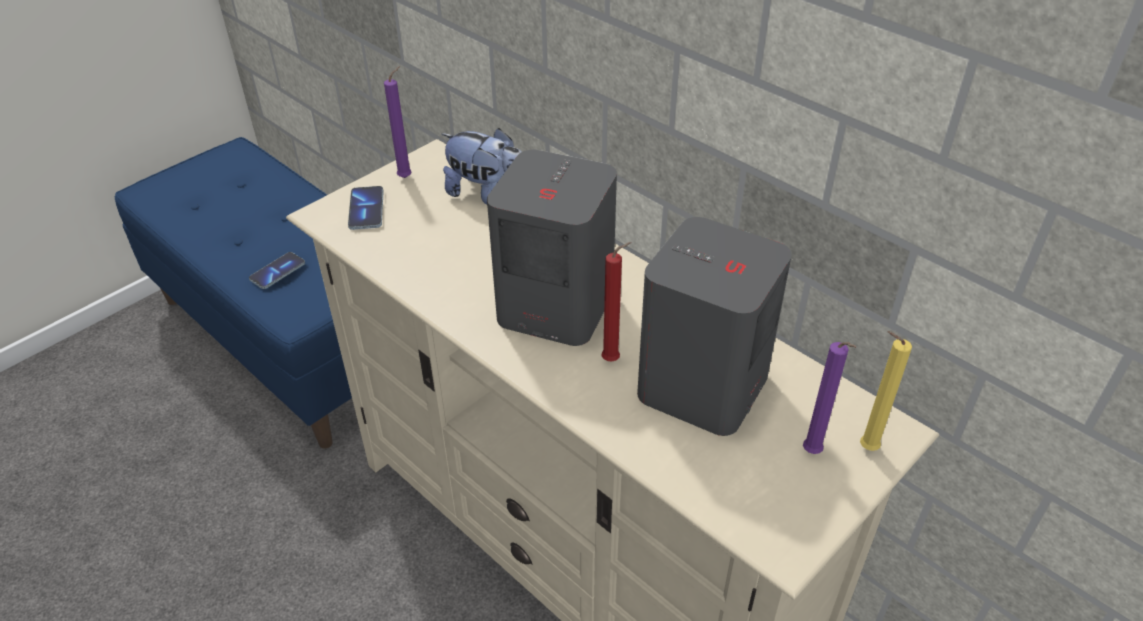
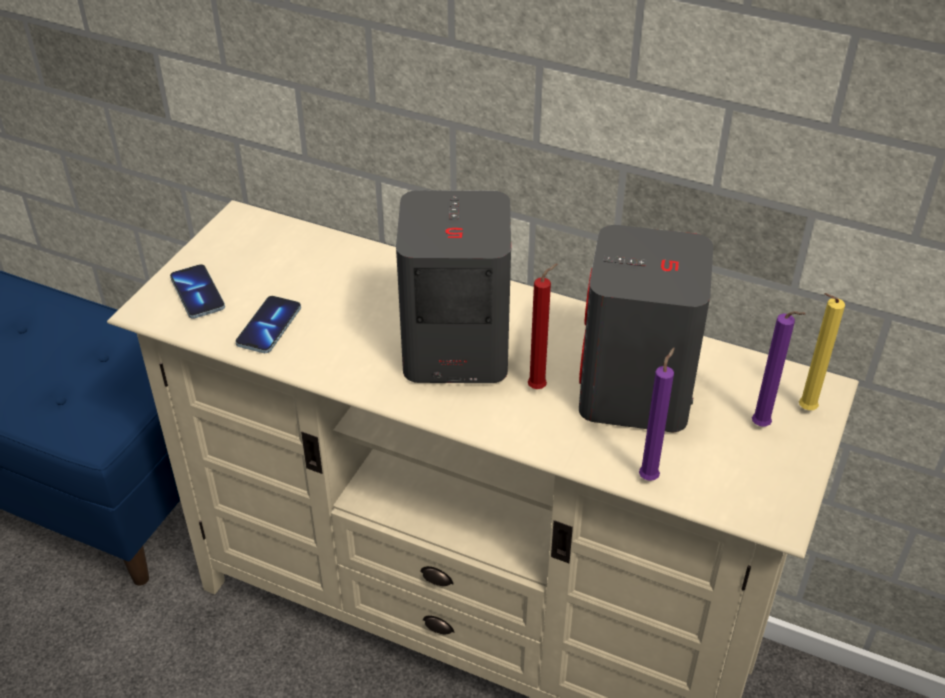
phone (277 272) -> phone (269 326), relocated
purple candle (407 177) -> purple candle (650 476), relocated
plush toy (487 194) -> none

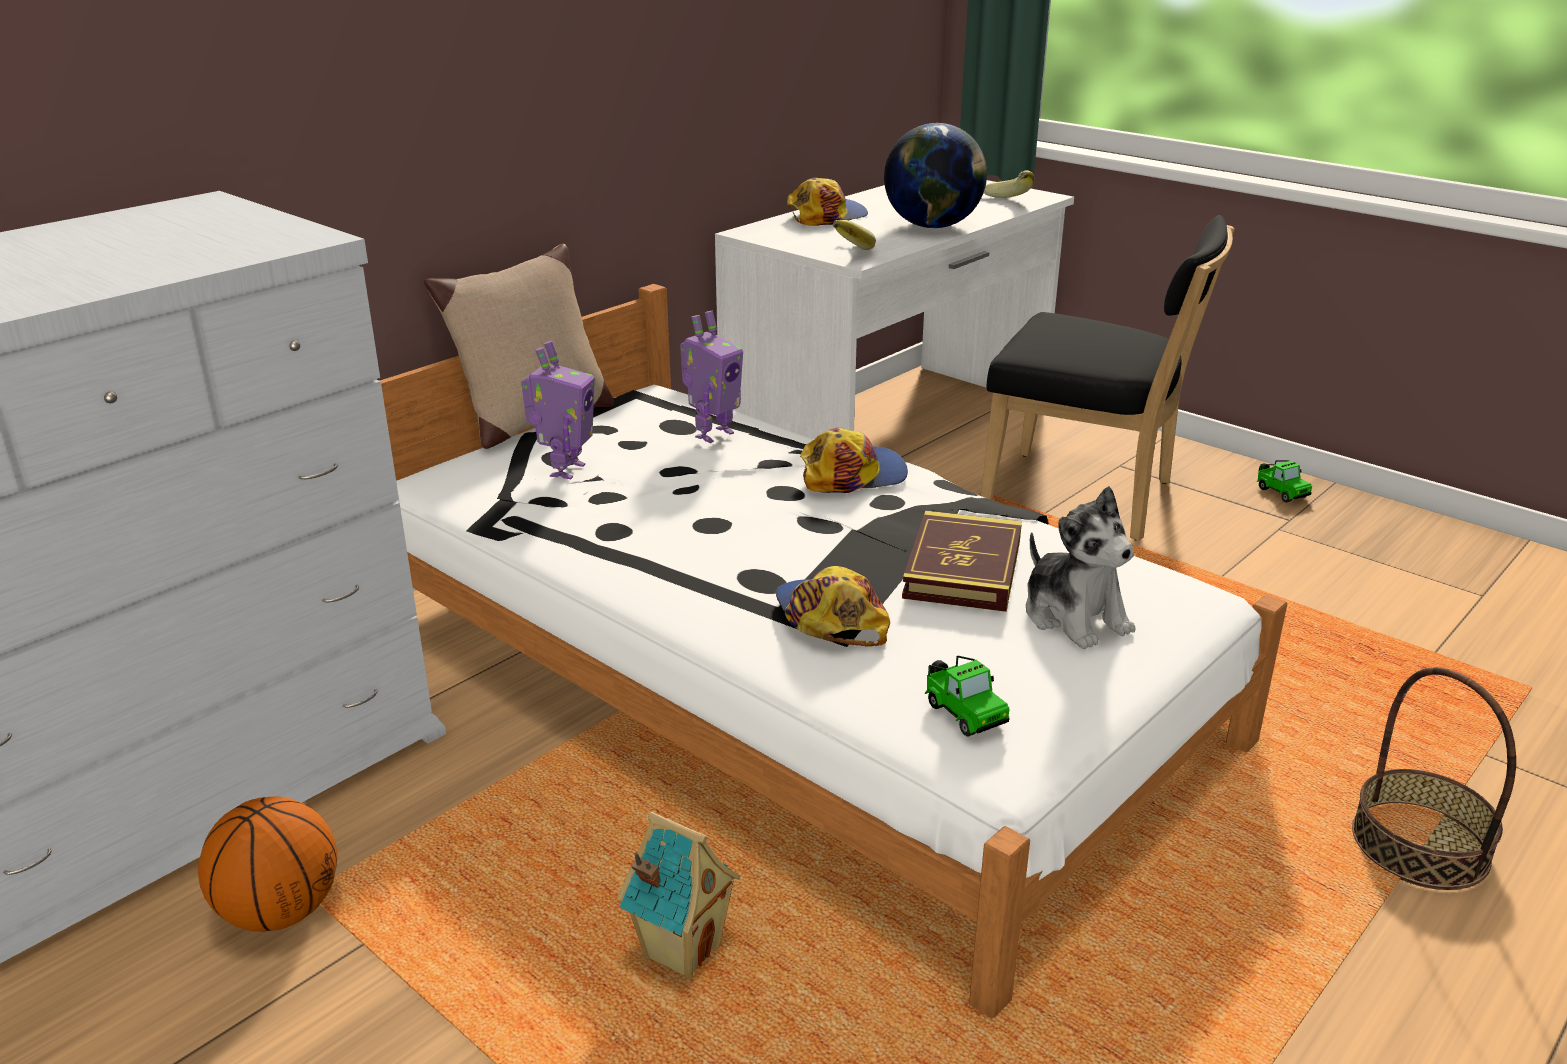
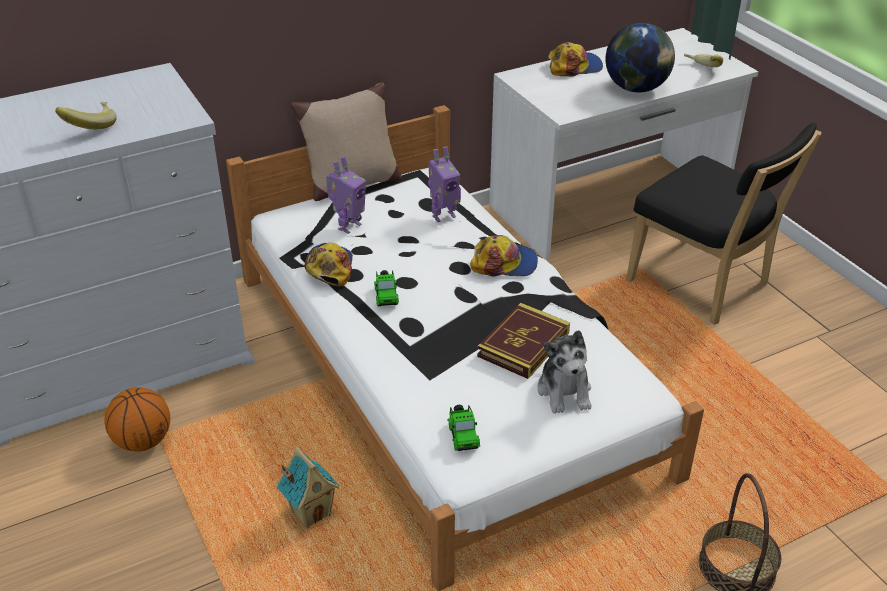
banana (846 252) -> banana (90 126), relocated
cap (830 618) -> cap (330 267), relocated
toy car (1280 492) -> toy car (386 296), relocated

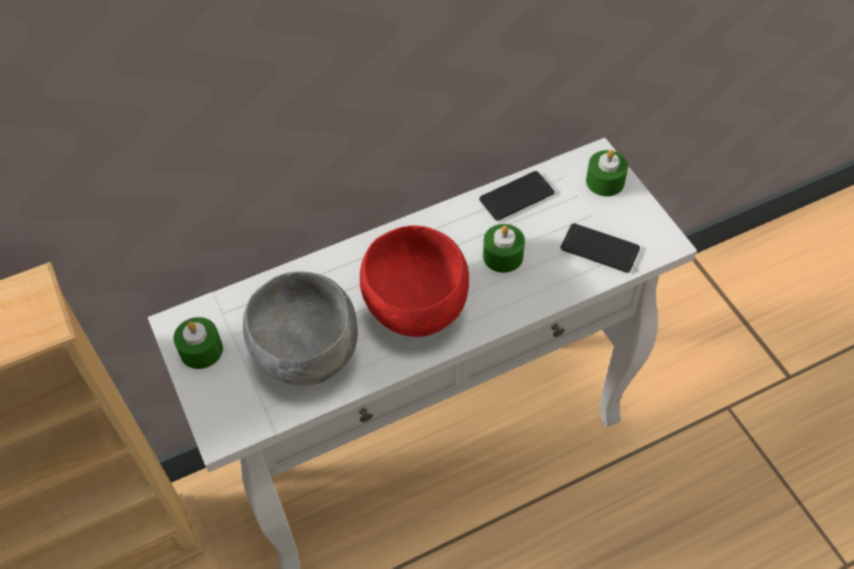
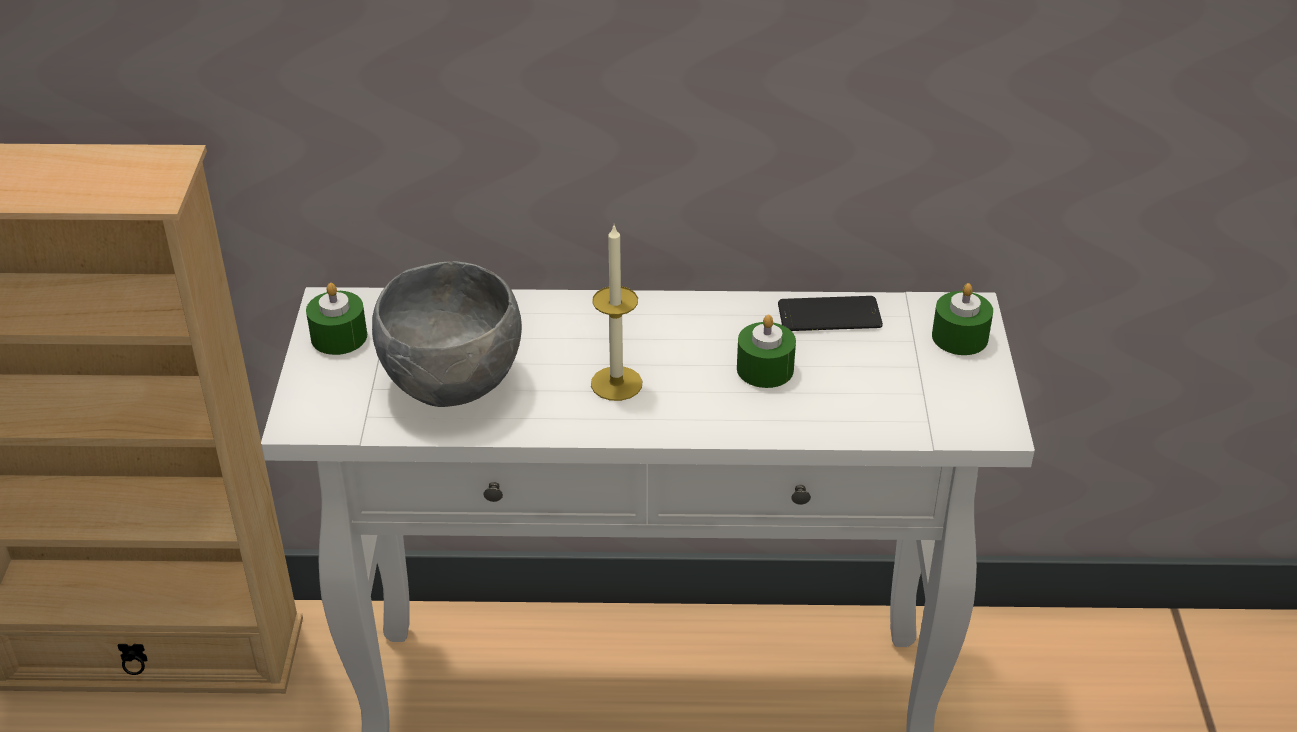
red bowl (416 308) -> candle (616 383)
phone (599 248) -> none

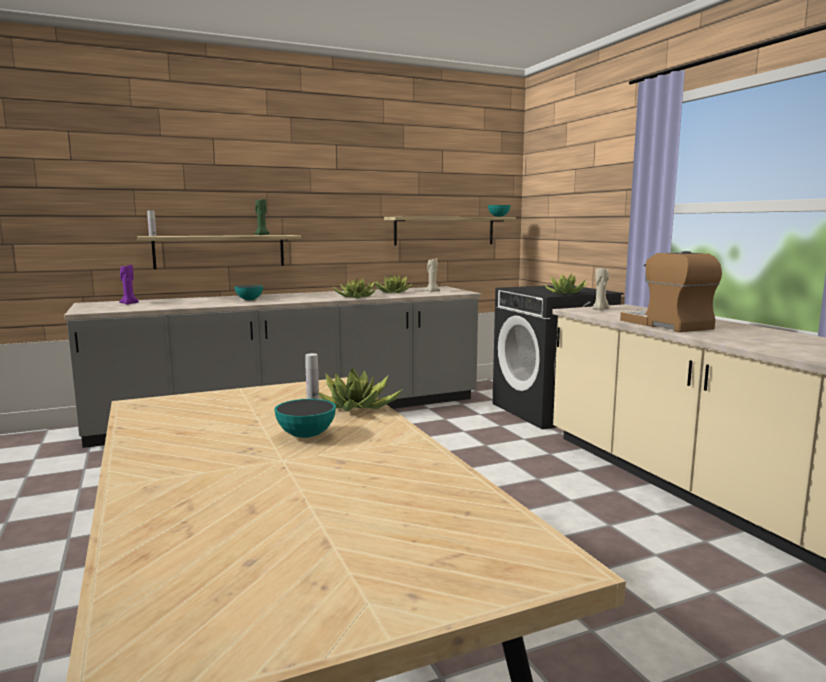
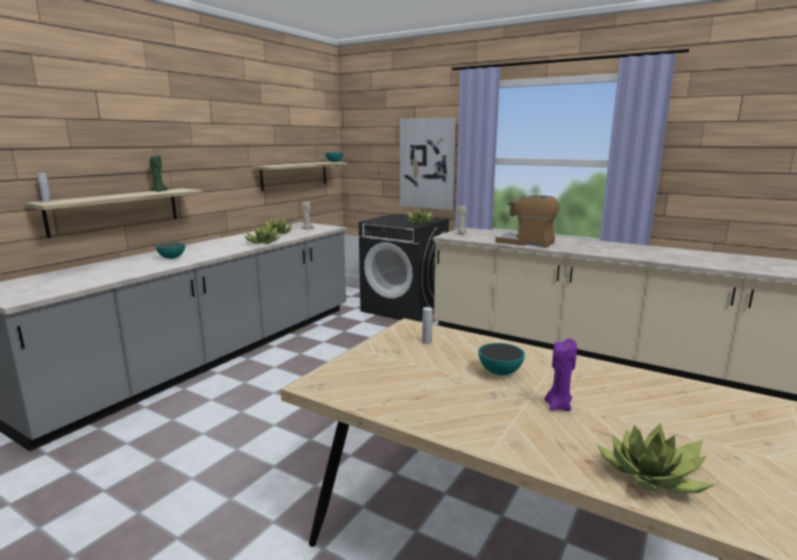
none -> picture (427 163)
purple candle (129 303) -> purple candle (558 406), relocated
potted plant (358 408) -> potted plant (653 476), relocated

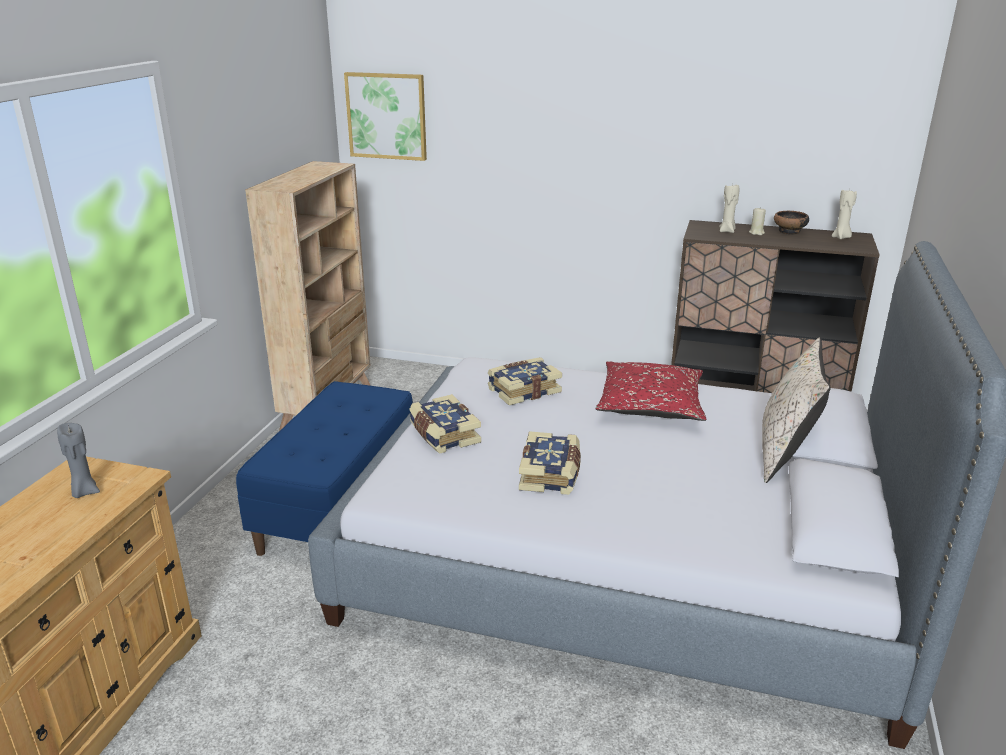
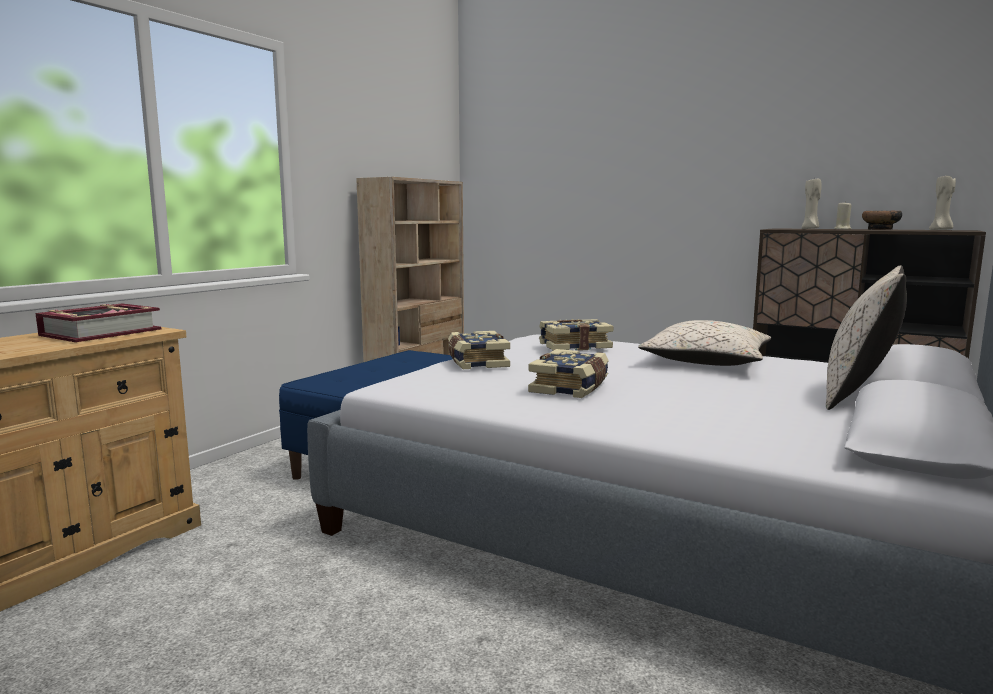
grey candle (84 492) -> book (101 333)
red pillow (651 405) -> beige pillow (707 362)
picture (387 116) -> none

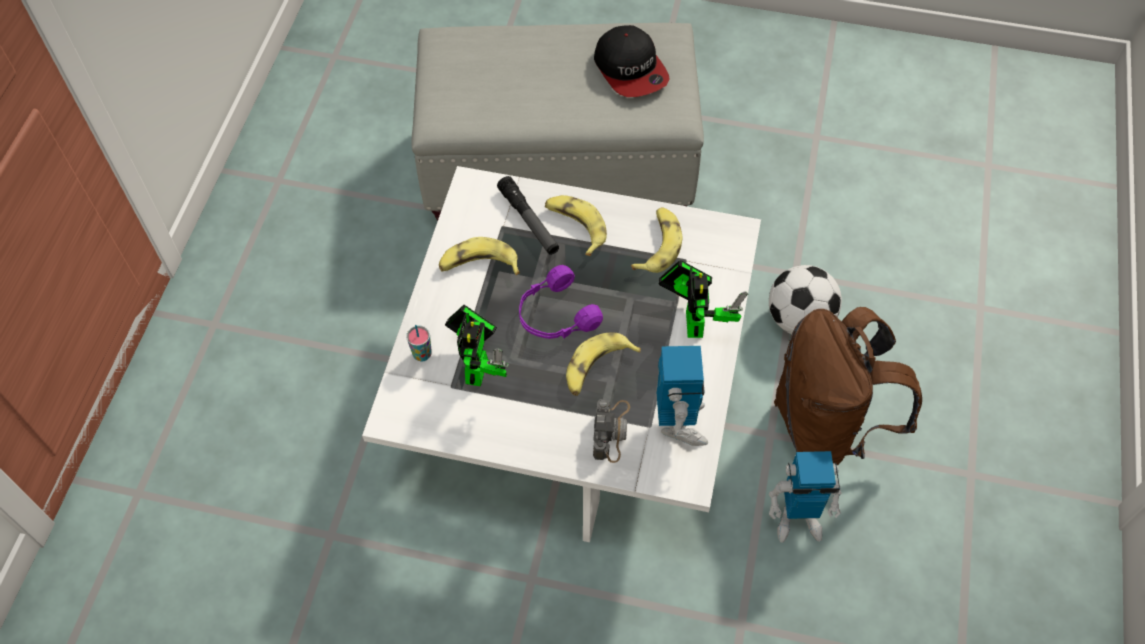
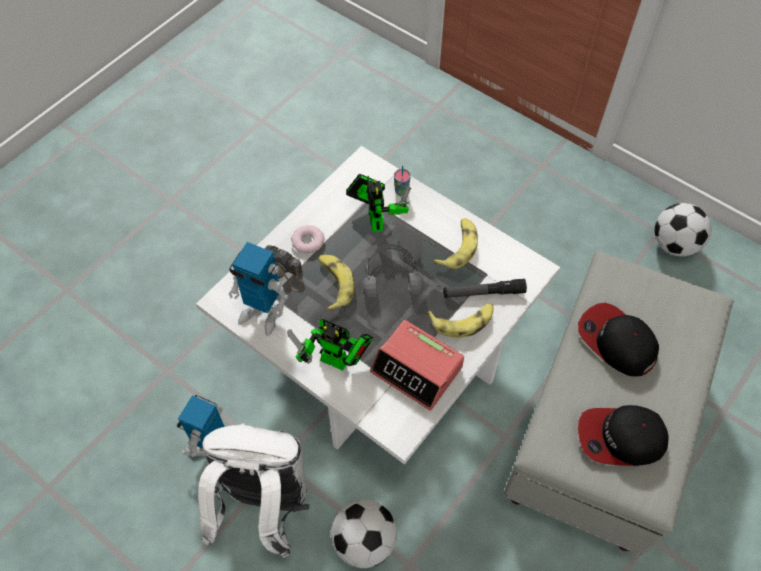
brown backpack (826 427) -> white backpack (263 506)
none -> donut (308 242)
toy robot (478 366) -> toy robot (375 218), 135 degrees counterclockwise
purple headphones (555 315) -> grey headphones (390 276)
banana (658 245) -> alarm clock (417 369)
none -> cap (616 341)
none -> football (674 244)

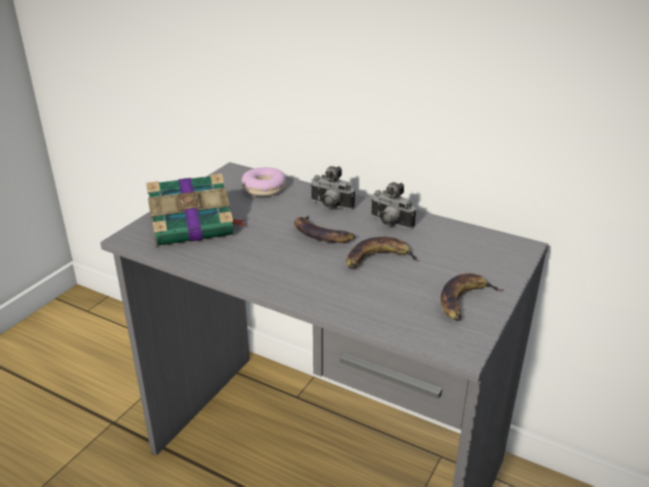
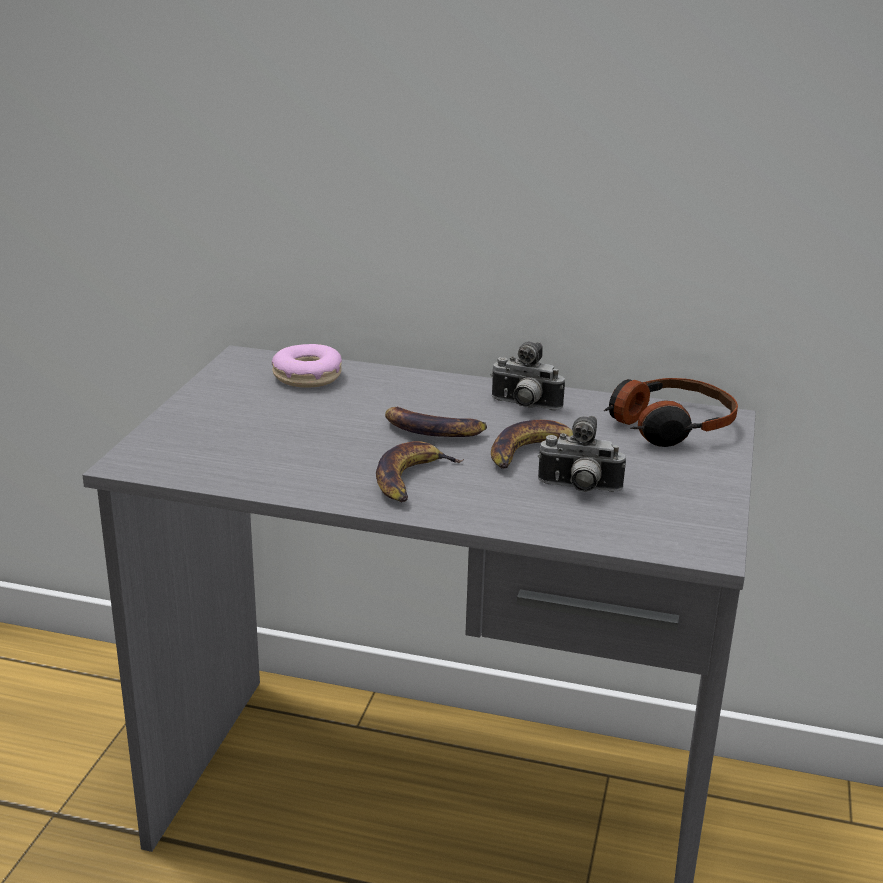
banana (465 301) -> banana (412 479), relocated
photo camera (330 206) -> photo camera (578 489), relocated
none -> headphones (668 426)
book (194 226) -> none

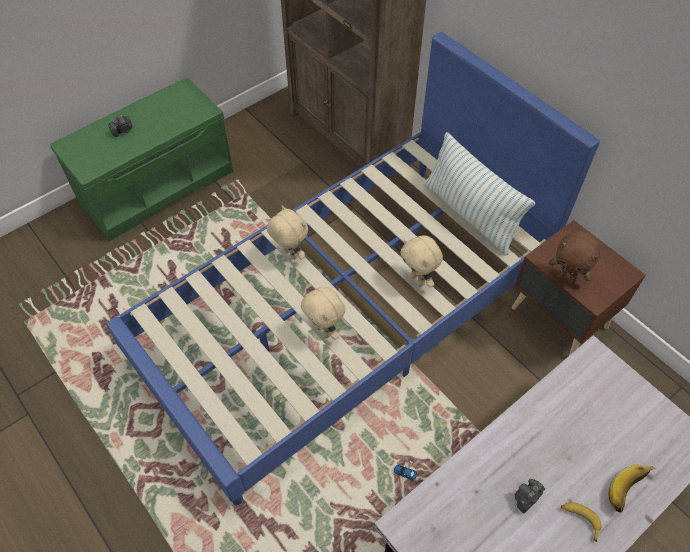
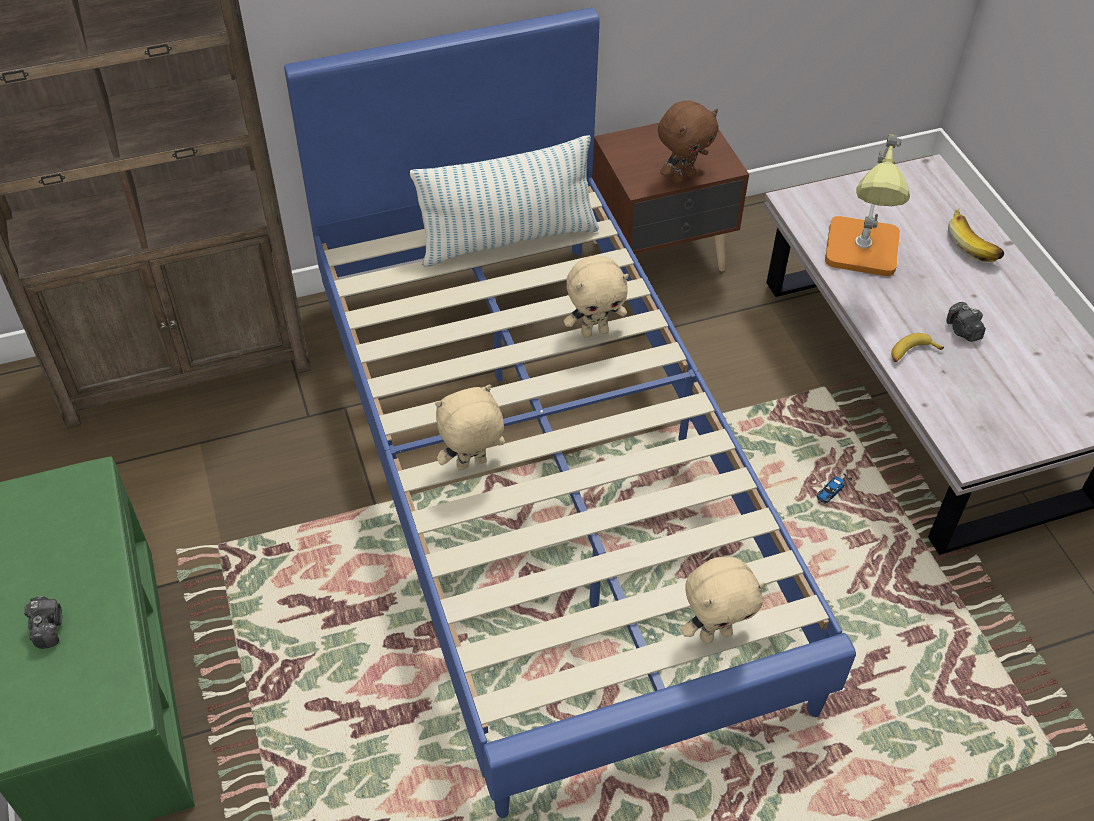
beige plush toy (324 331) -> beige plush toy (715 633), relocated
none -> table lamp (861 256)
banana (579 519) -> banana (912 353), relocated

